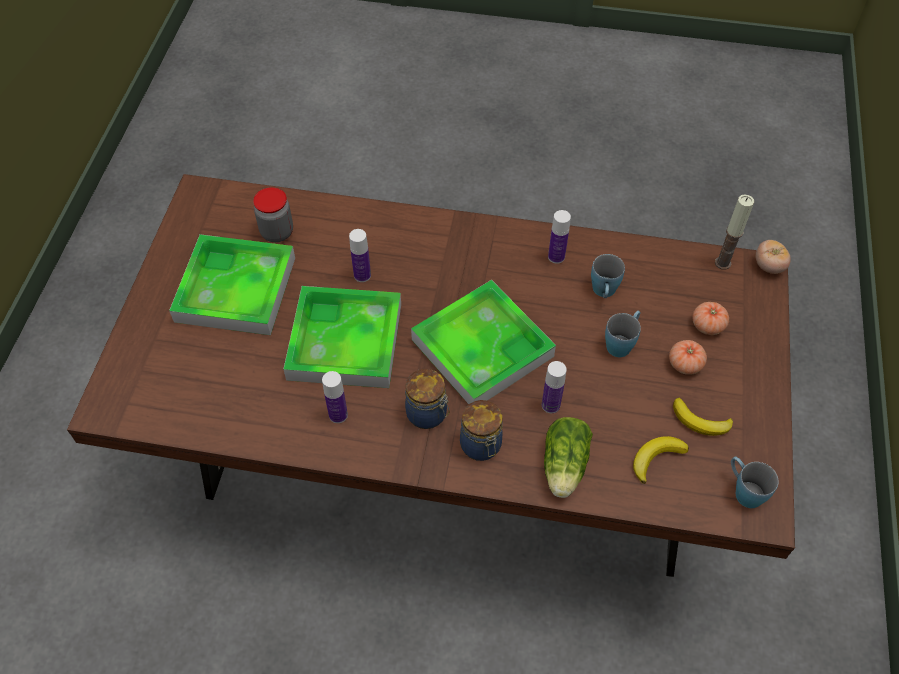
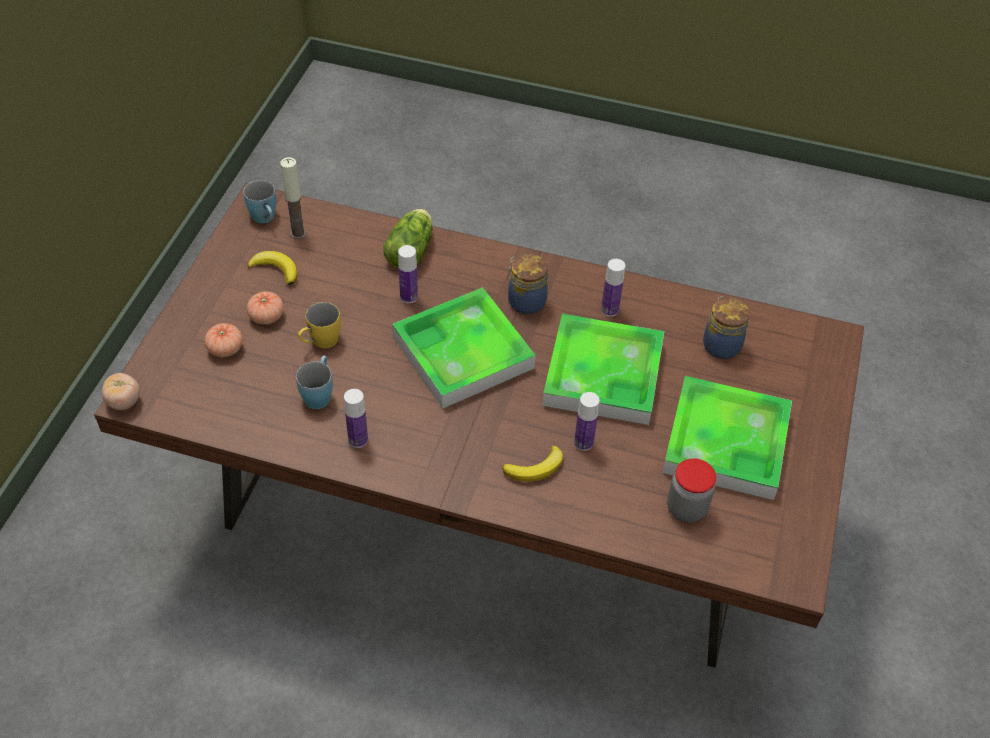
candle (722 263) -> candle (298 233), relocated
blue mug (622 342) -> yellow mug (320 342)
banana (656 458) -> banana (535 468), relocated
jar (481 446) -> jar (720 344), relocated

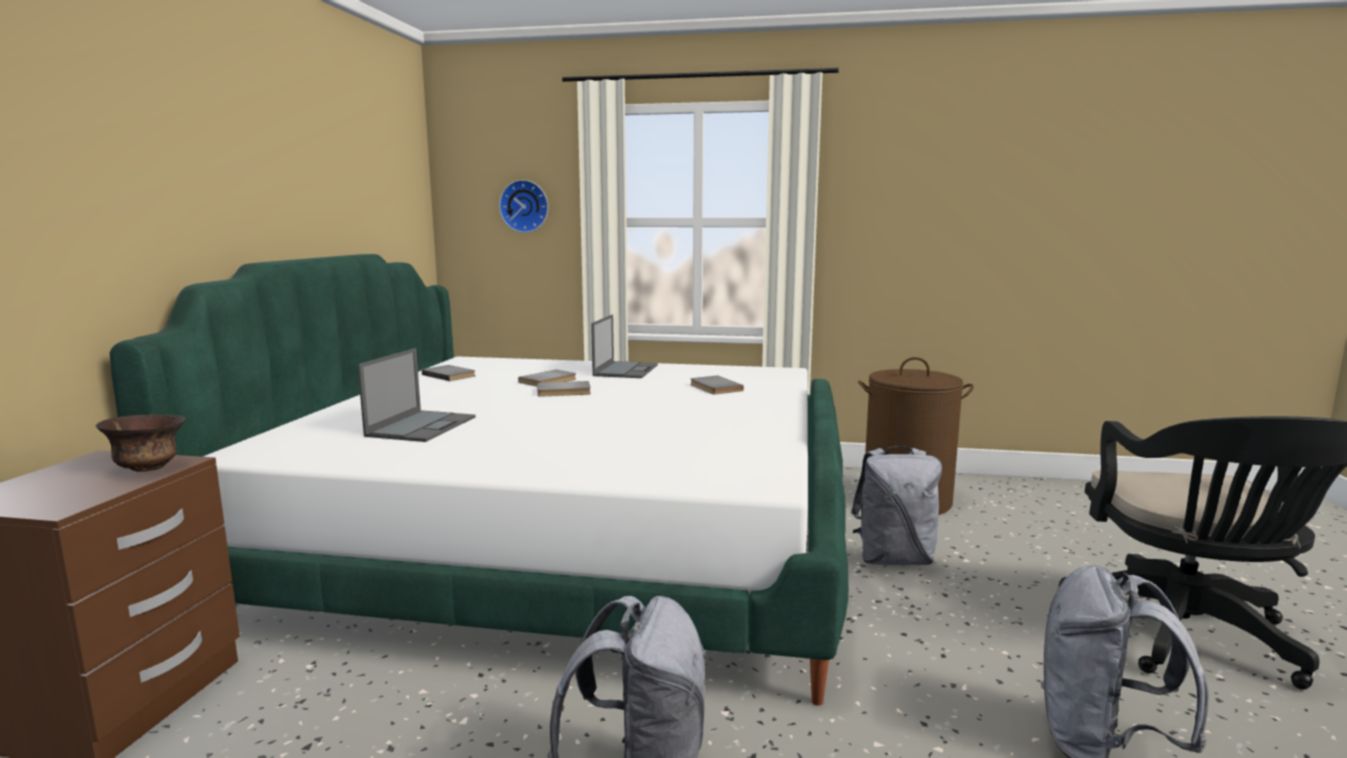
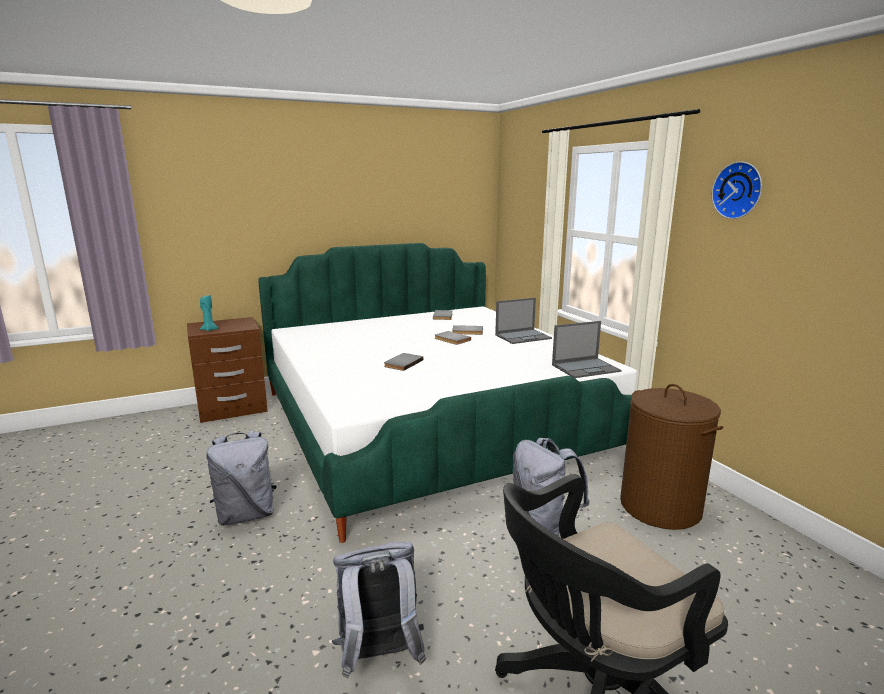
none -> turquoise candle (209 330)
grey book (714 387) -> grey book (402 363), relocated
laptop (422 426) -> laptop (586 368), relocated
wall clock (525 206) -> wall clock (739 190), relocated
brown bowl (148 468) -> none

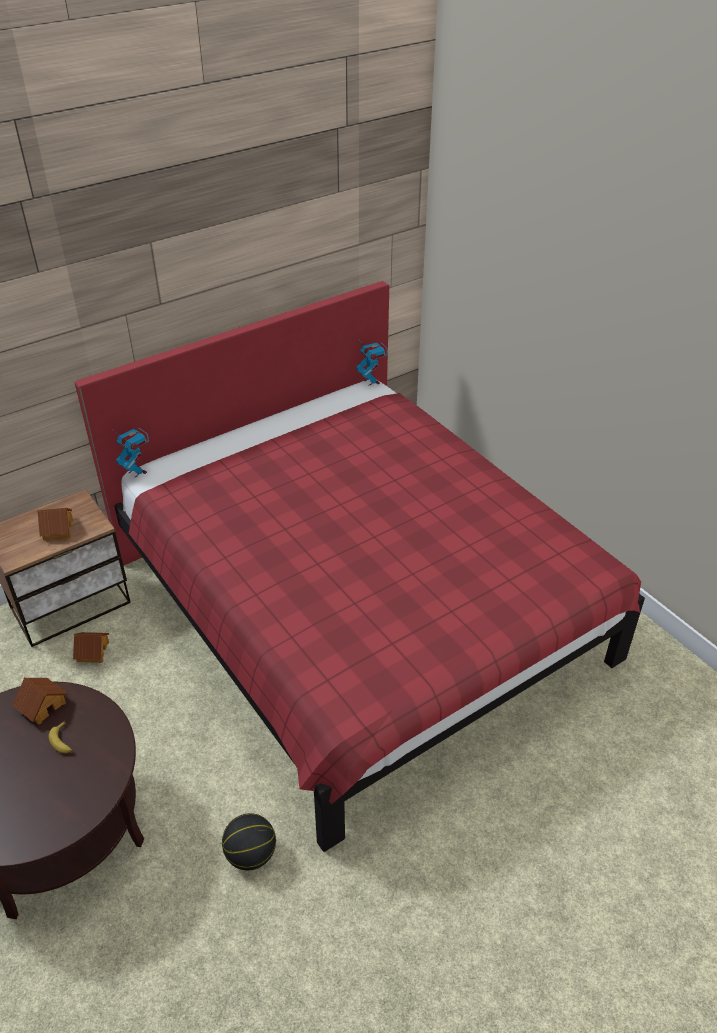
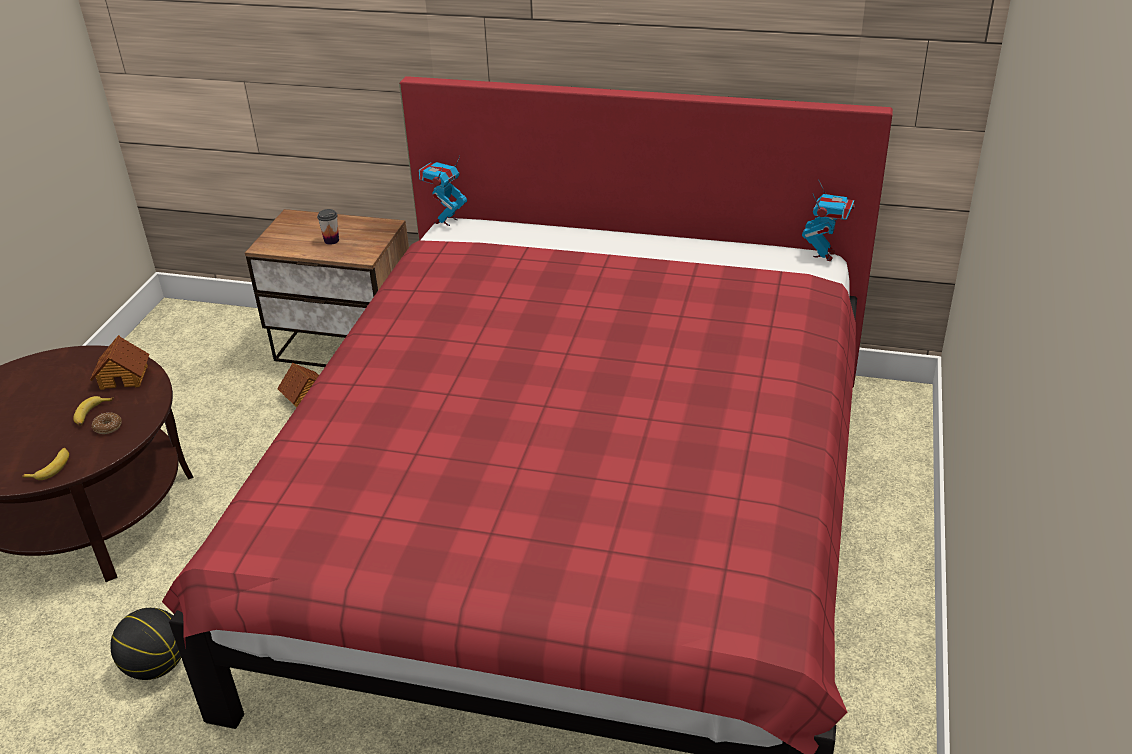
none -> banana (51 468)
none -> donut (108 427)
toy house (57 529) -> cup (331 240)
toy robot (137 472) -> toy robot (446 220), 150 degrees counterclockwise

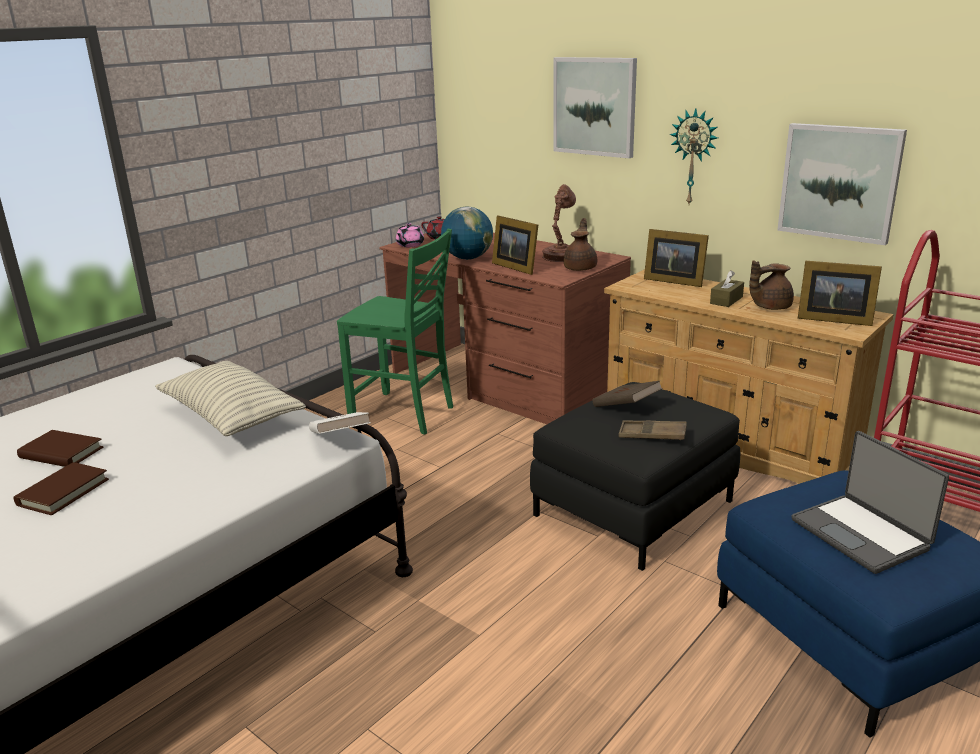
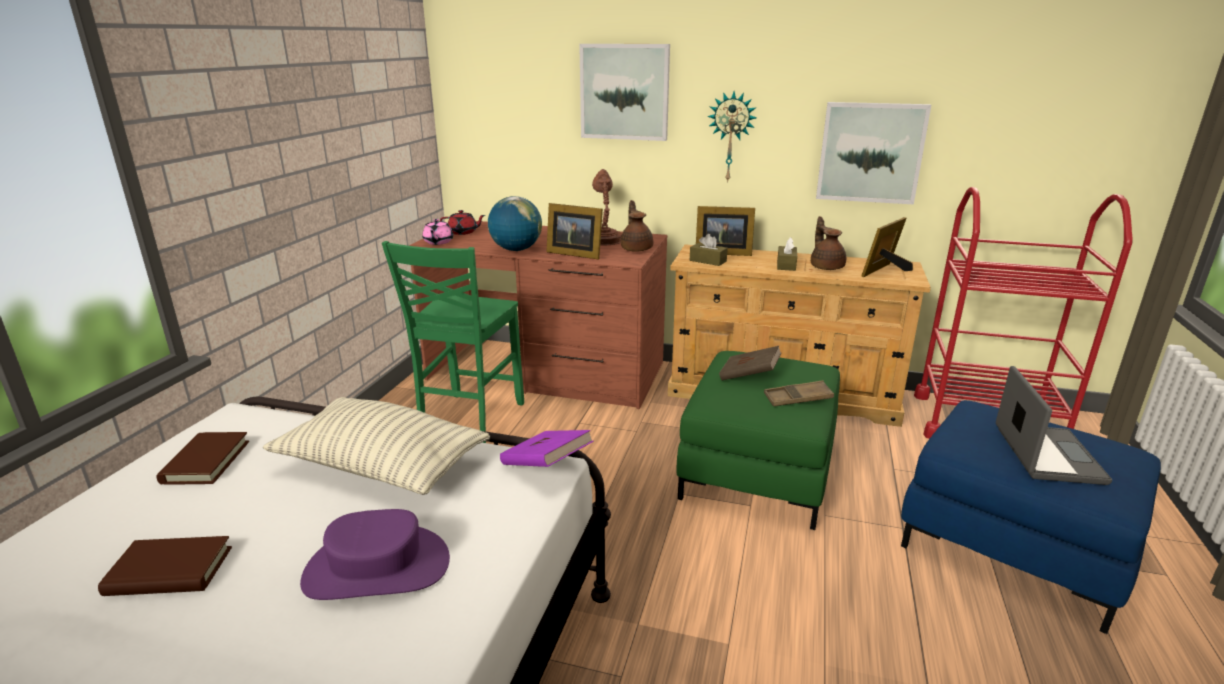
brown book (63 492) -> brown book (206 462), relocated
none -> purple hat (377 568)
green chair (404 414) -> green chair (469 420), 105 degrees clockwise
white book (340 438) -> purple book (546 466)
black ottoman (634 508) -> green ottoman (758 470)
none -> brown tissue box (708 261)
brown teapot (769 307) -> brown teapot (826 267), 120 degrees clockwise
picture frame (832 319) -> picture frame (884 271), 135 degrees clockwise
laptop (861 534) -> laptop (1045 455), 120 degrees counterclockwise

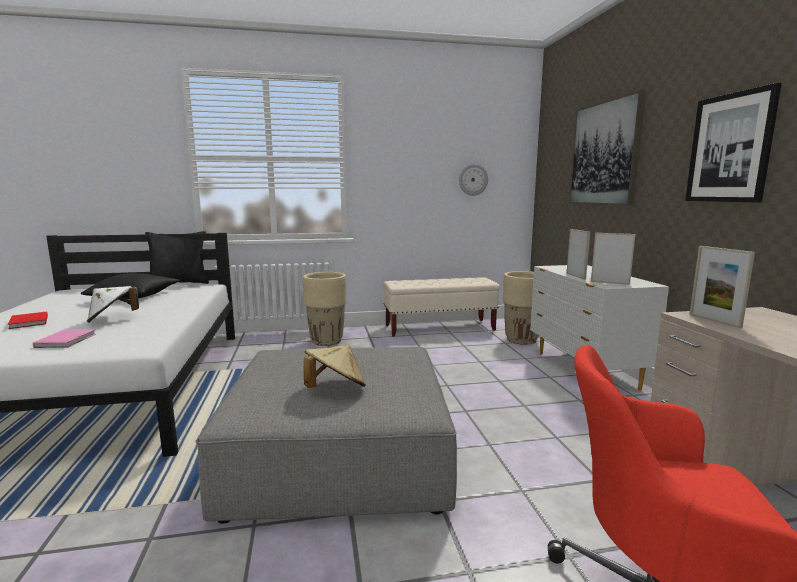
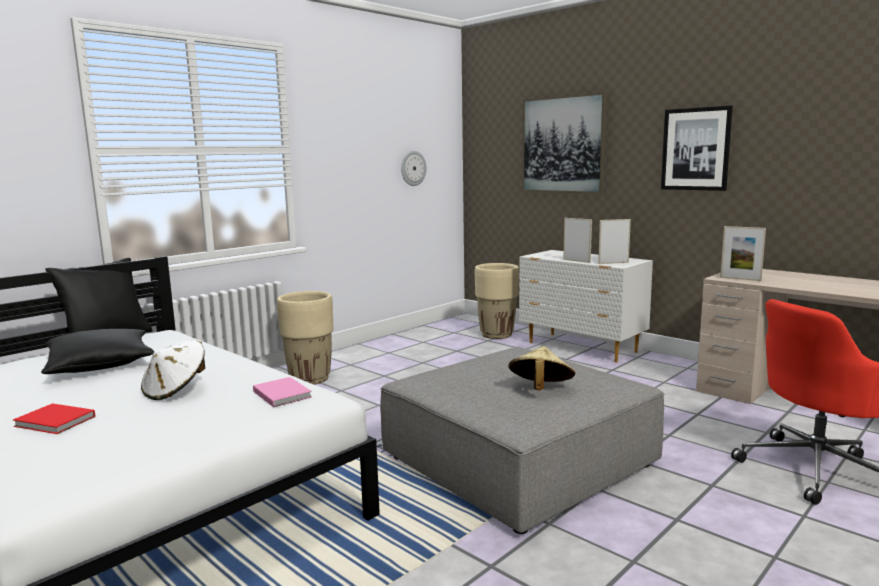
pink book (67 340) -> pink book (282 393), relocated
beige bench (440 328) -> none

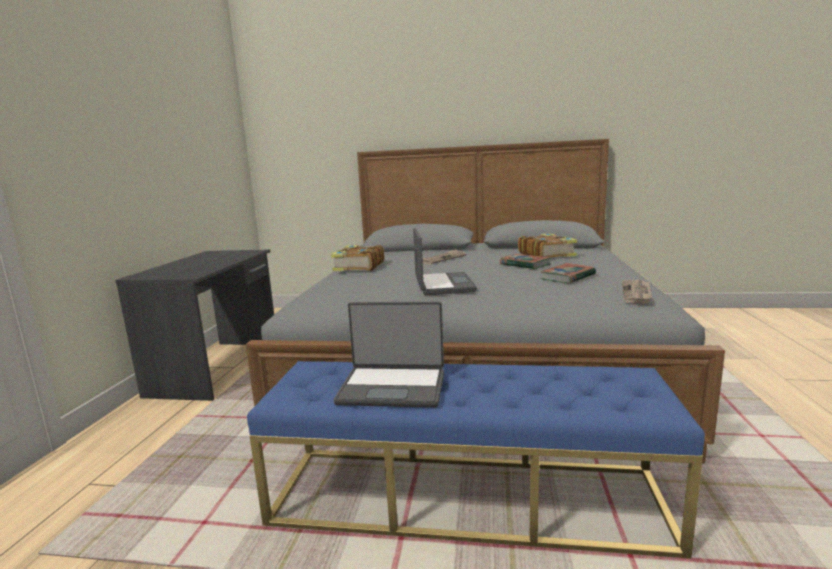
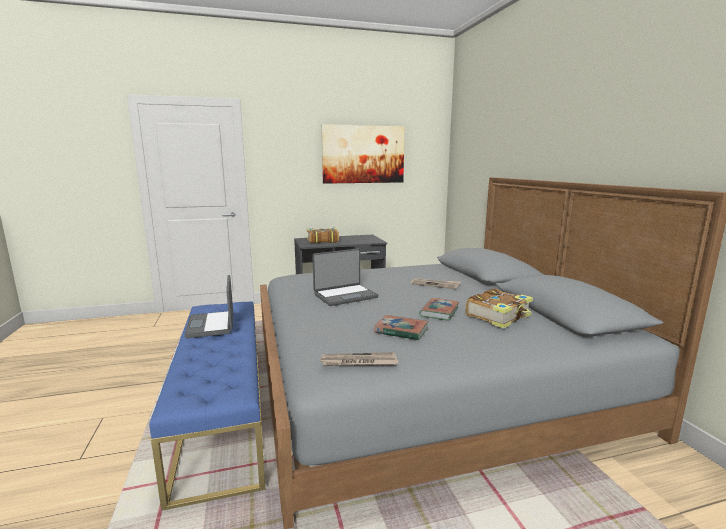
book (358 266) -> book (322 241), relocated
none -> picture (363 154)

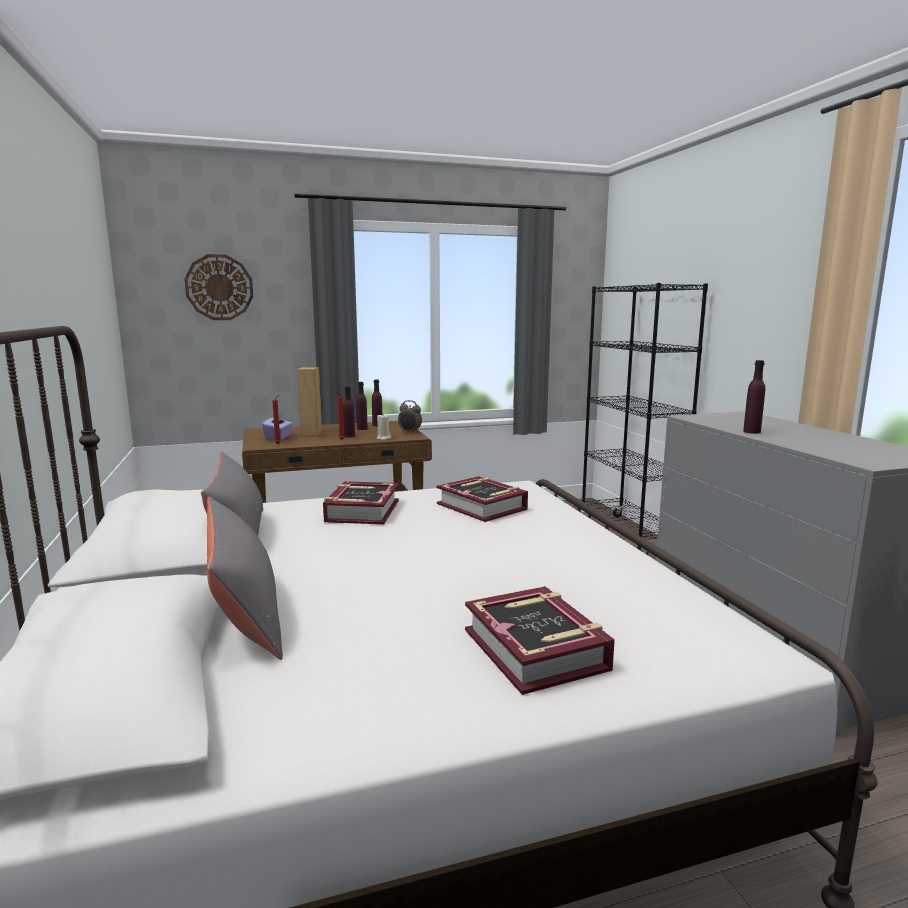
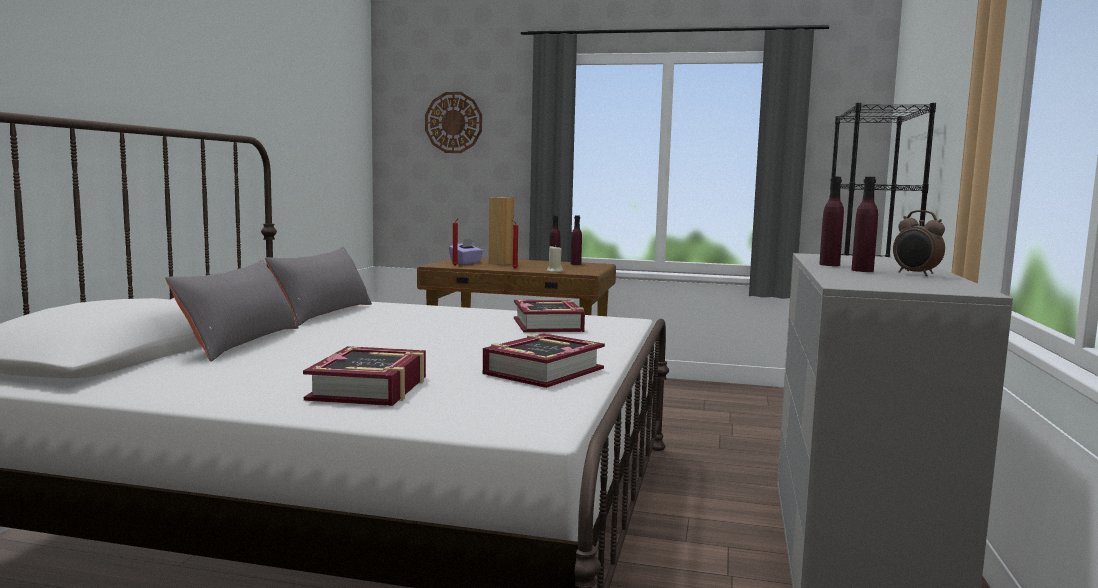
book (362 511) -> book (543 371), relocated
purple bottle (349 436) -> purple bottle (862 270), relocated
alarm clock (410 432) -> alarm clock (915 274), relocated

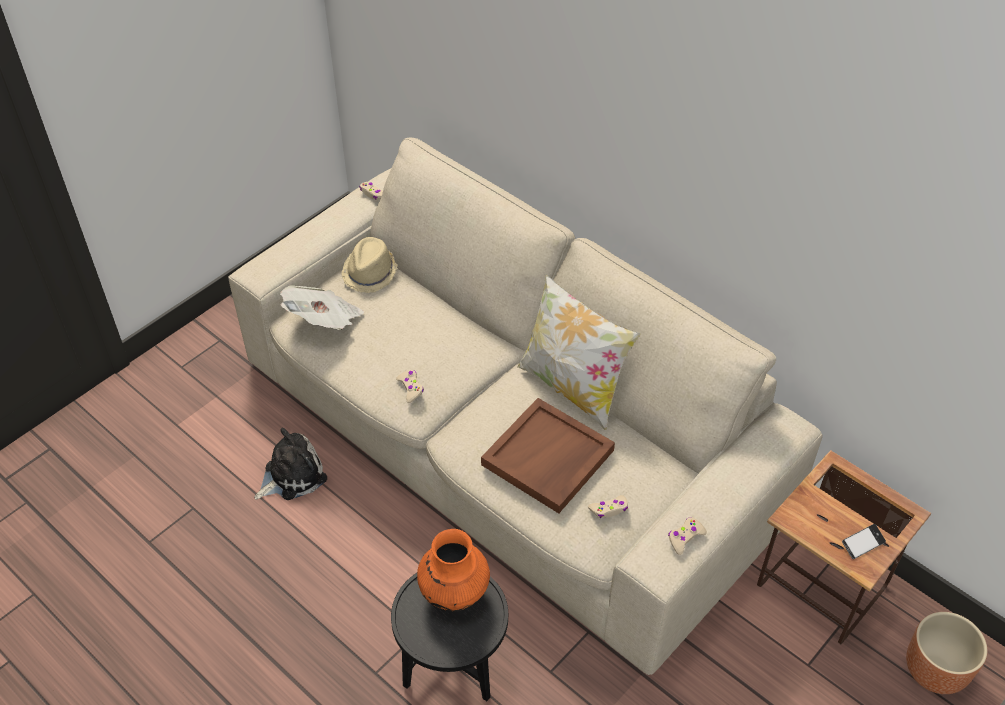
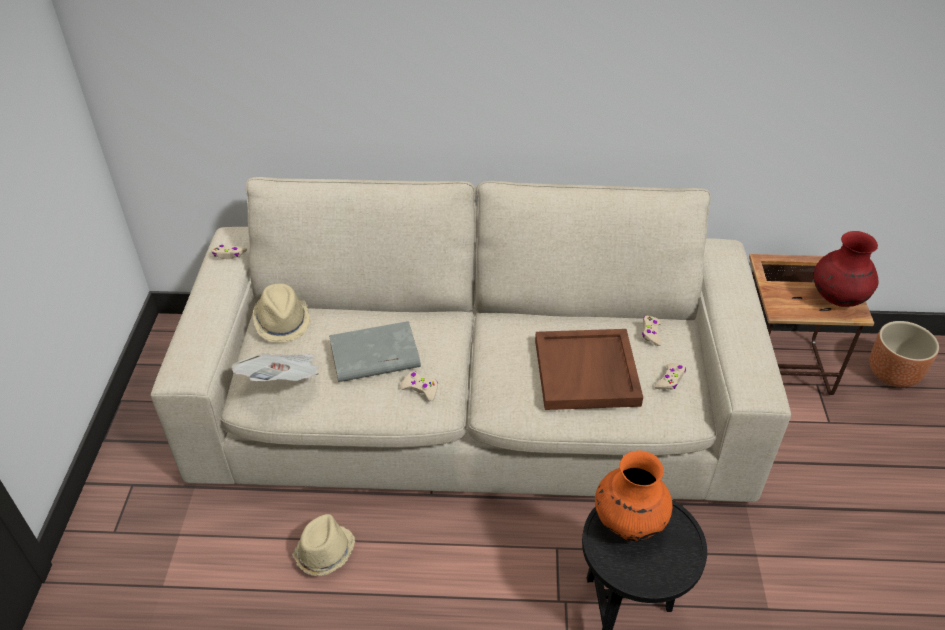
plush toy (291 475) -> beige hat (324 553)
none -> grey book (374 356)
beige game controller (685 538) -> beige game controller (651 333), relocated
phone (862 543) -> red vase (837 298)
pillow (573 387) -> none

